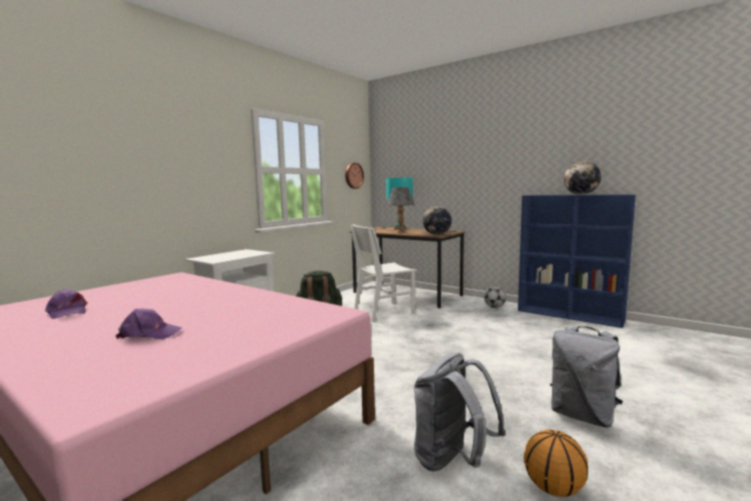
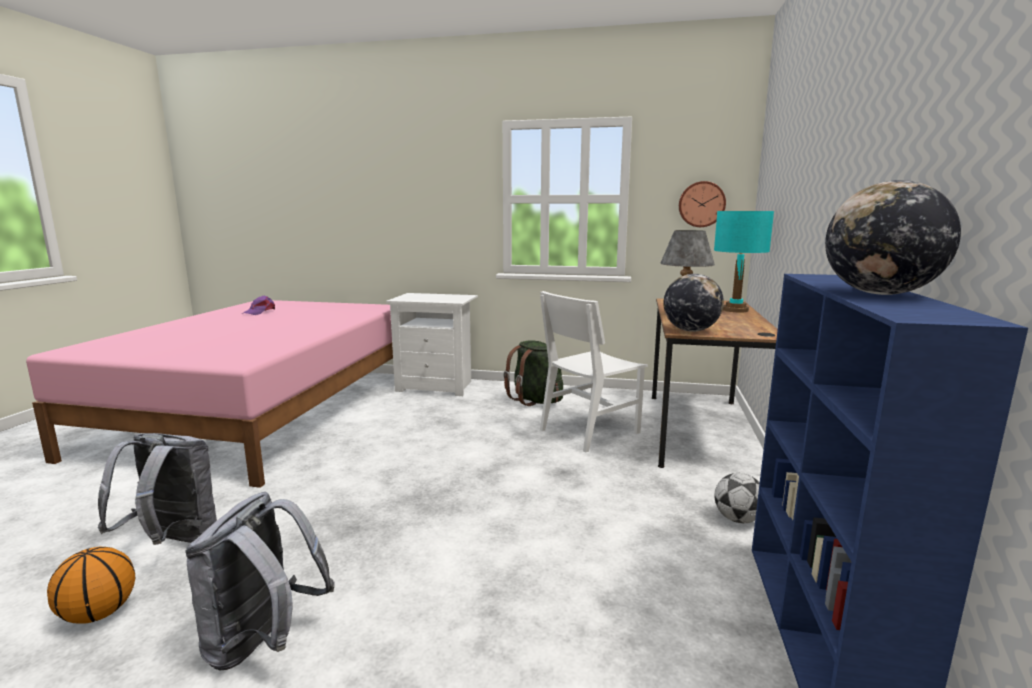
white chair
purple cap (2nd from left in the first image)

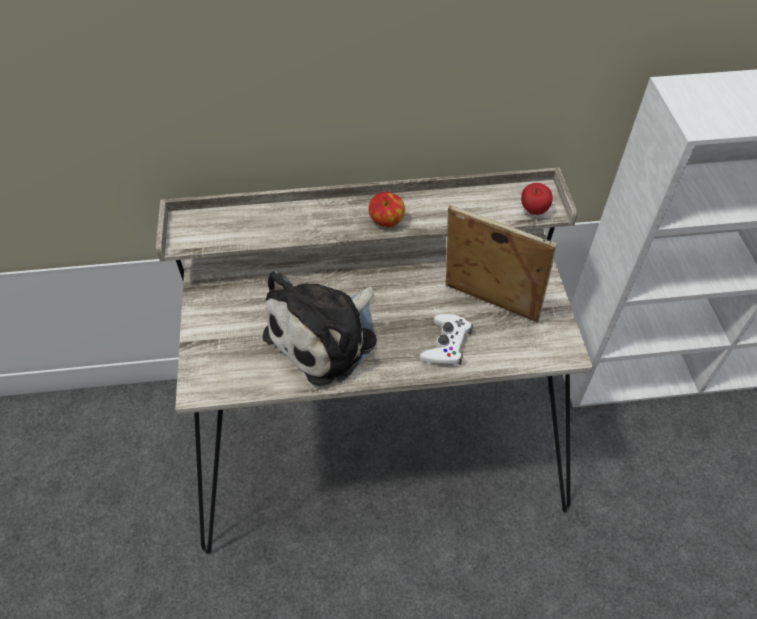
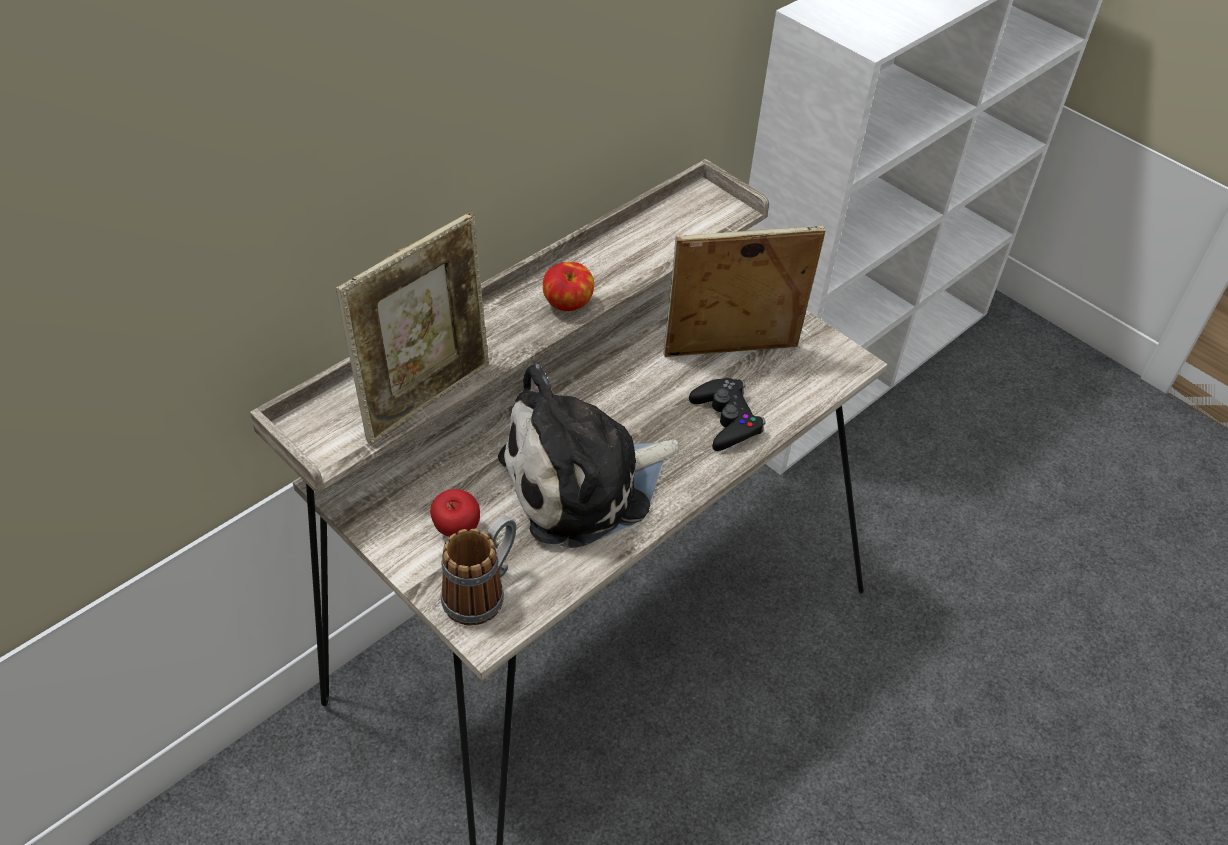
apple (1st from left)
plush toy
black game controller
picture frame (1st from left)
mug

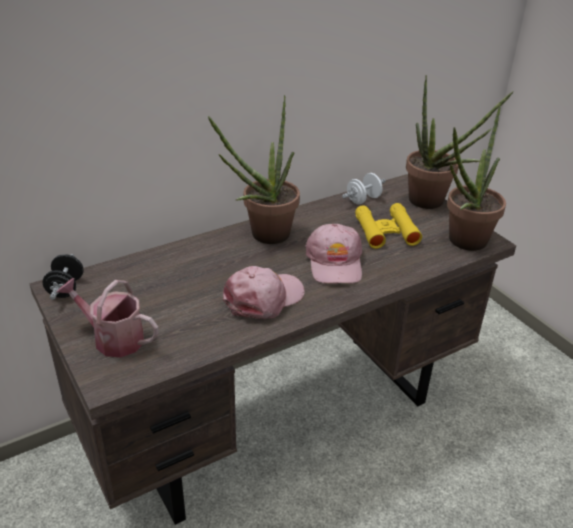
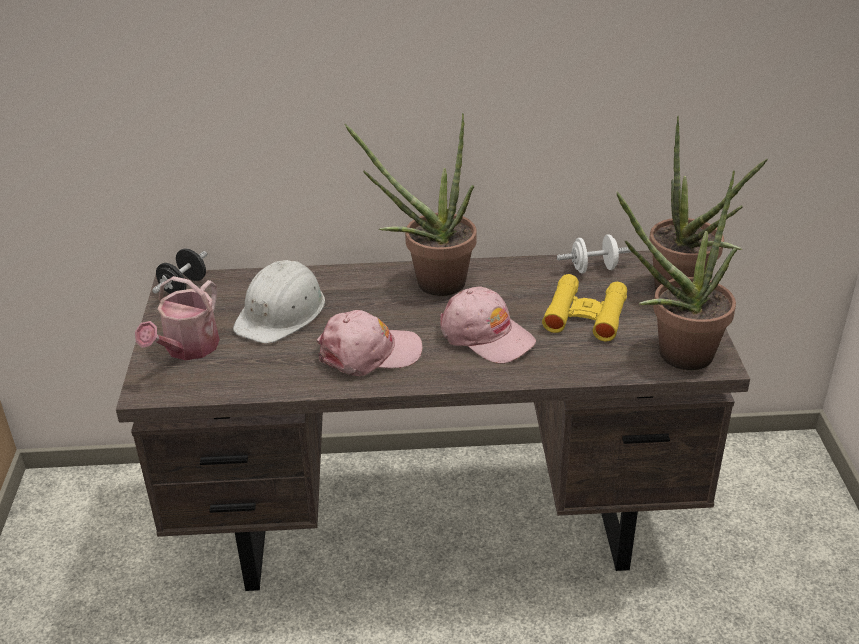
pink cap (2nd from left)
watering can
white hard hat

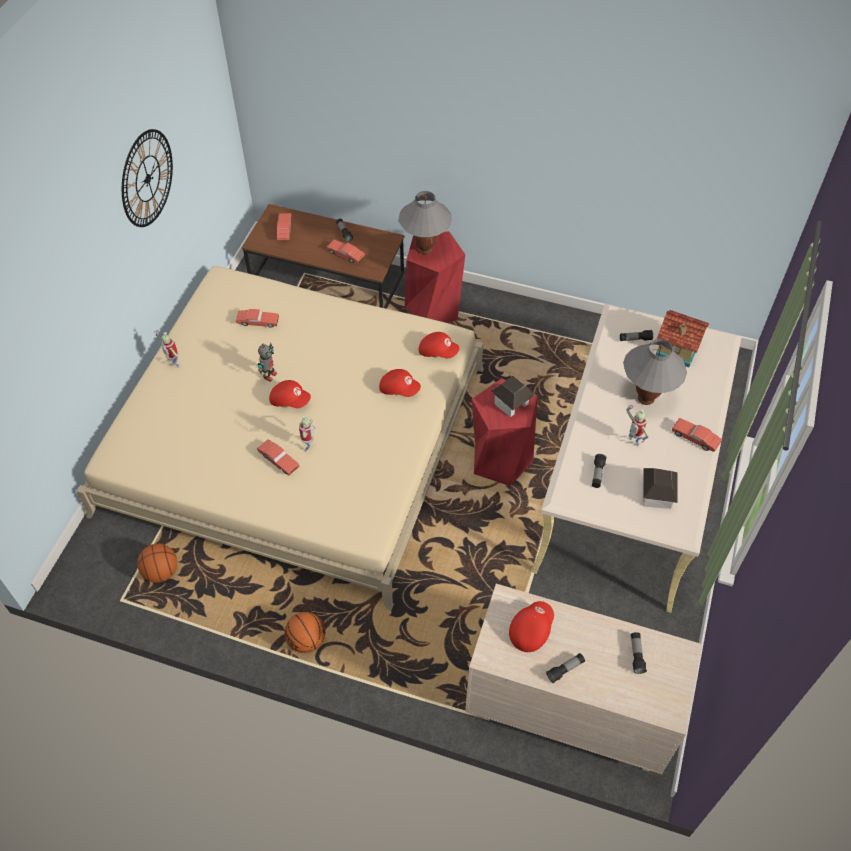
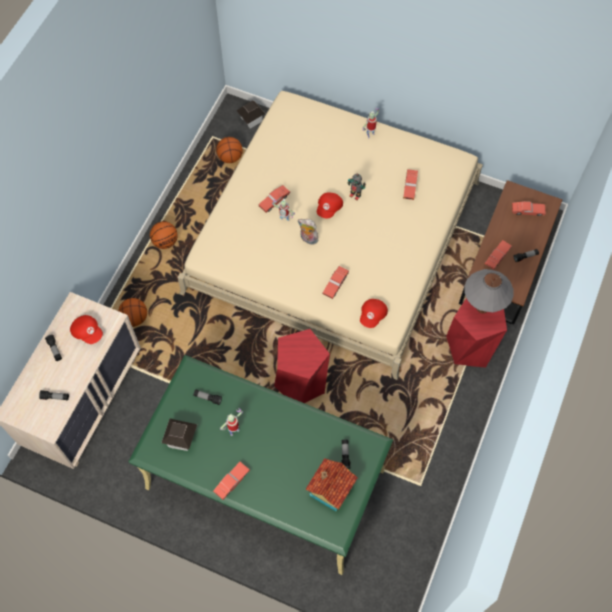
wall clock
green desk
grey table lamp (2nd from left in the first image)
red toy car (3rd from left)
toy house (2nd from left)
plush toy
basketball (1st from left)

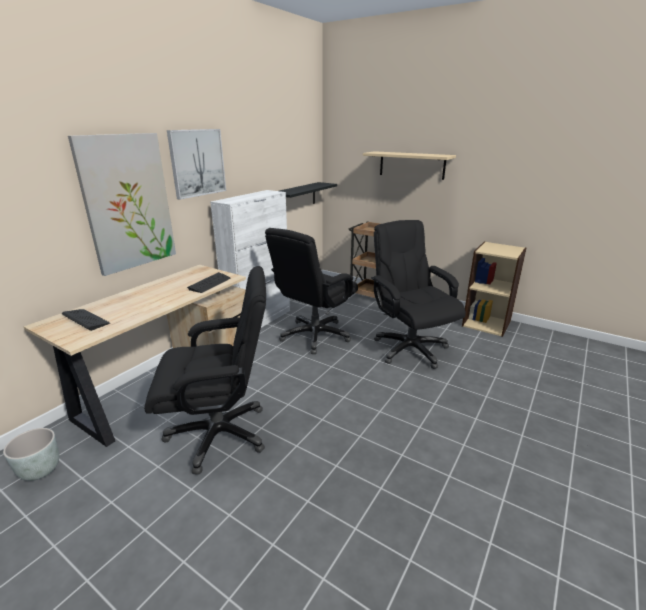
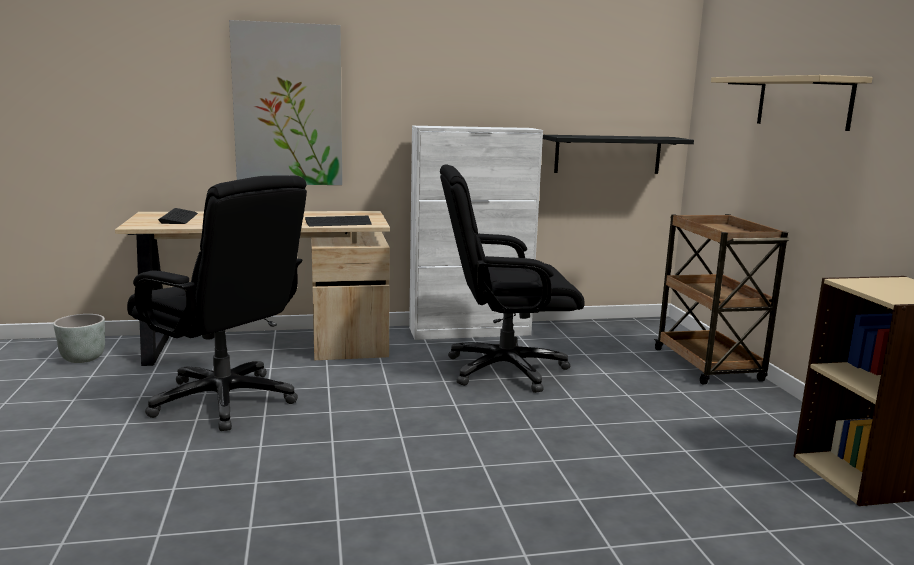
picture (2nd from left in the first image)
black office chair (3rd from left in the first image)

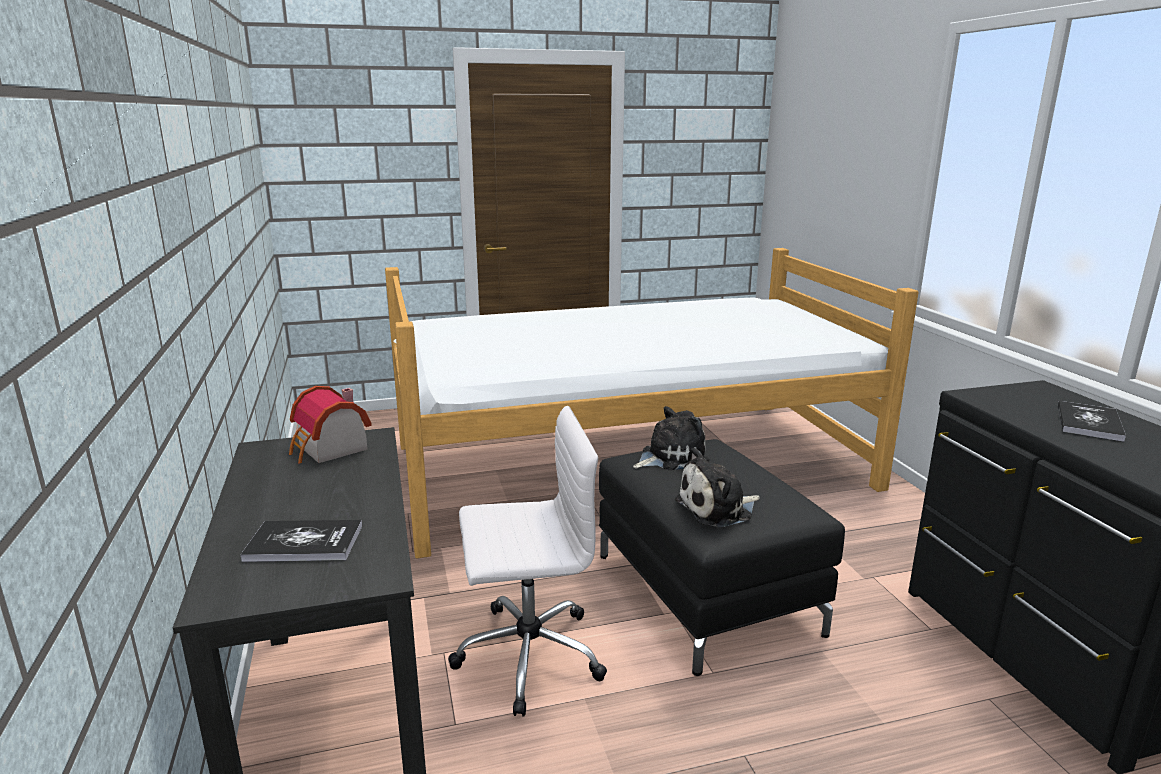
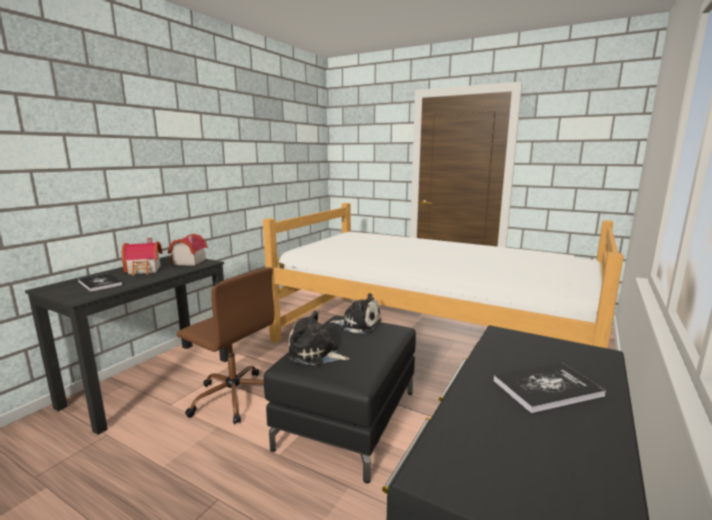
brown office chair
toy house (1st from left)

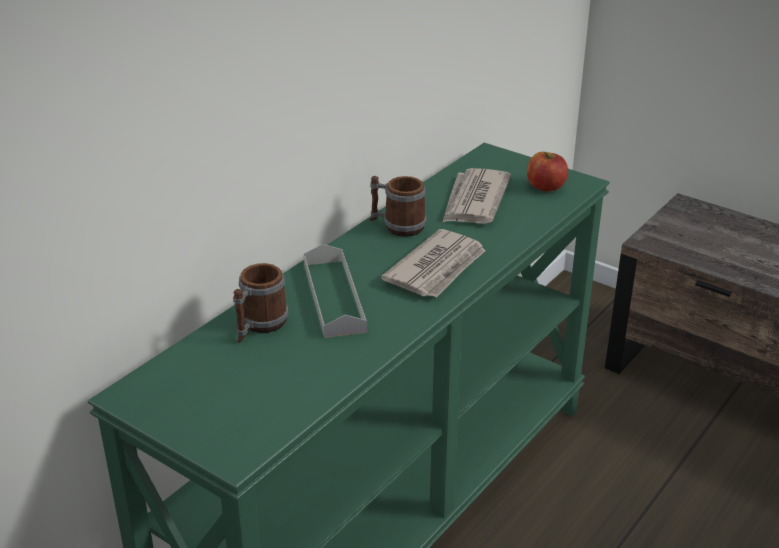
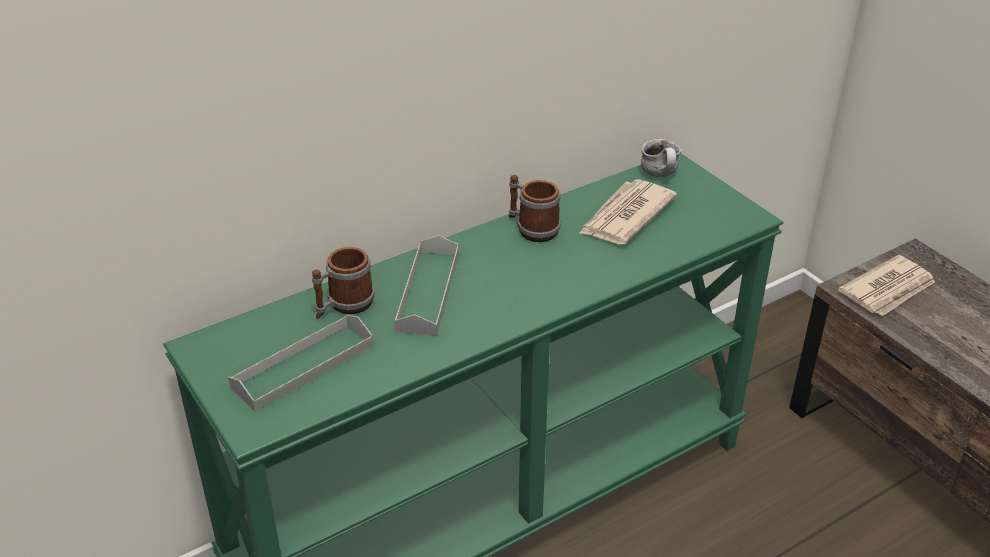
apple
newspaper (2nd from left)
mug (3rd from left)
grey tray (1st from left)

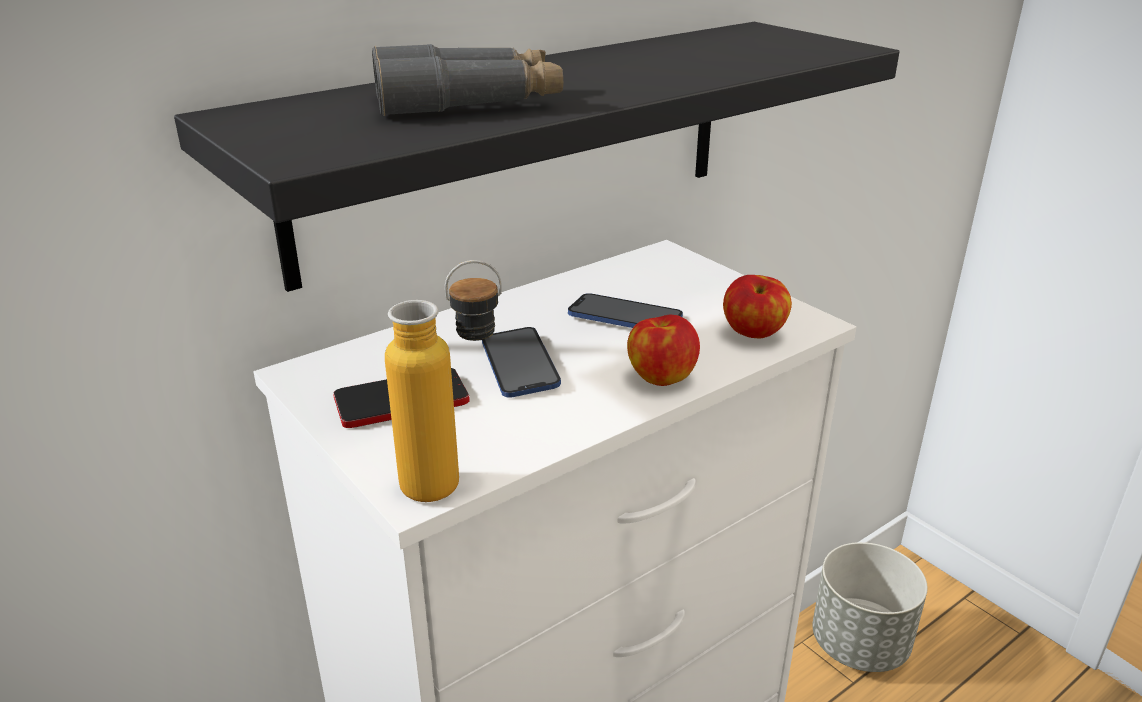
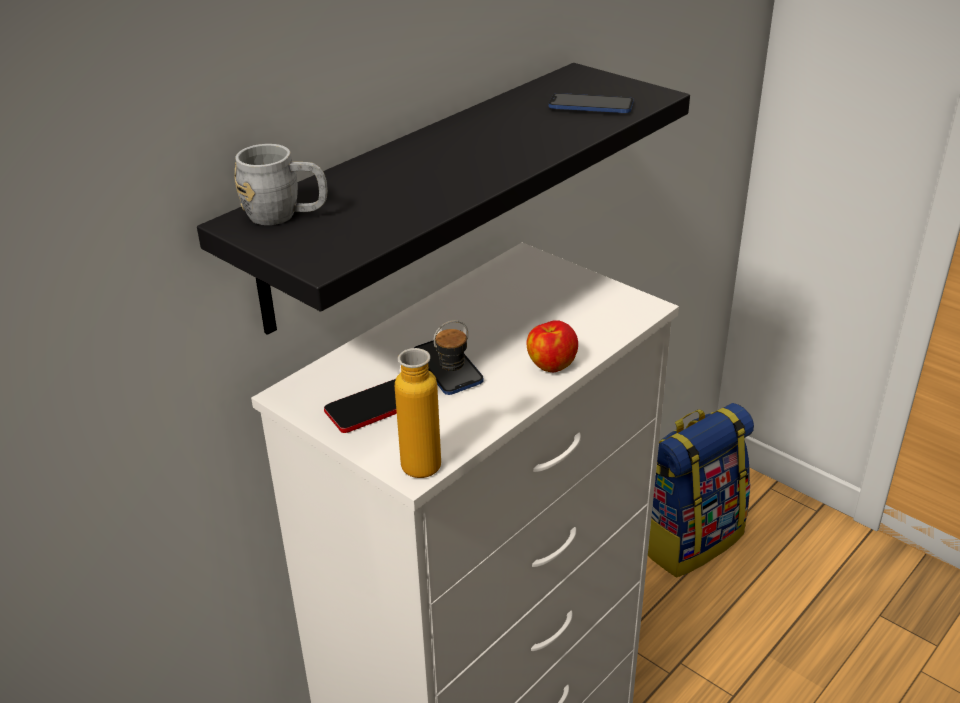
grey binoculars
apple (2nd from left in the first image)
phone (3rd from left)
backpack
grey mug

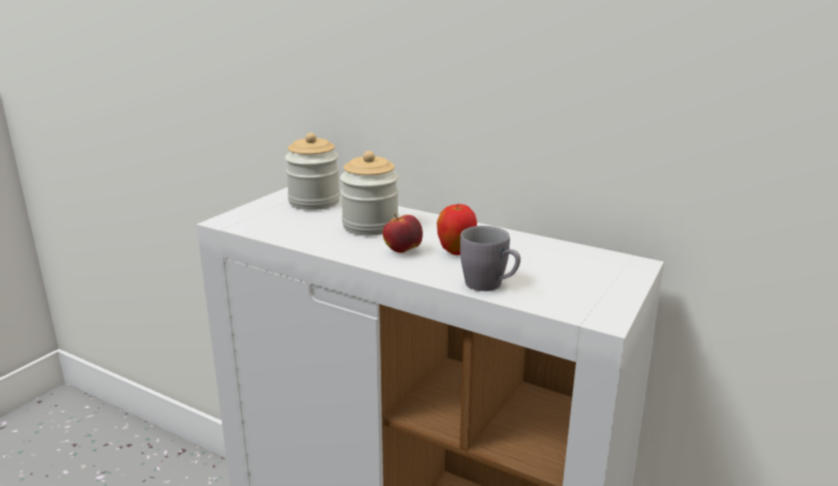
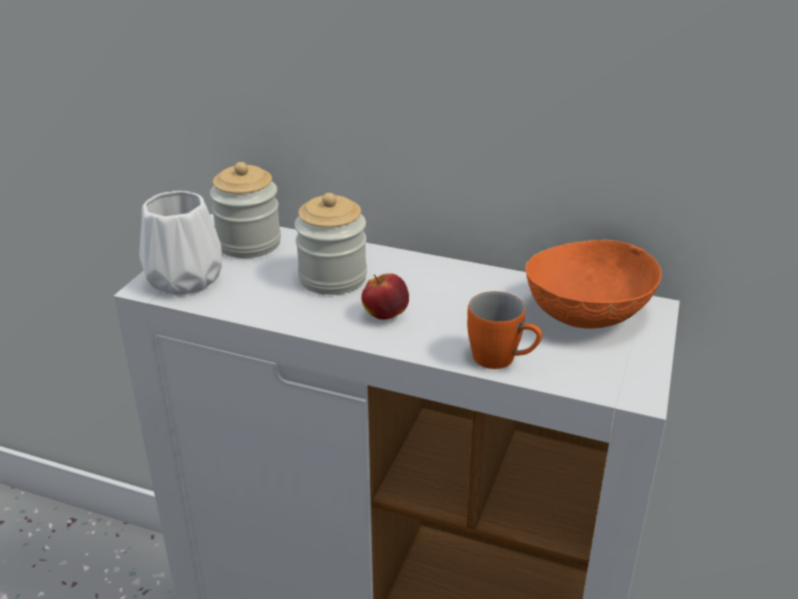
apple (2nd from left in the first image)
orange mug
white vase
orange bowl

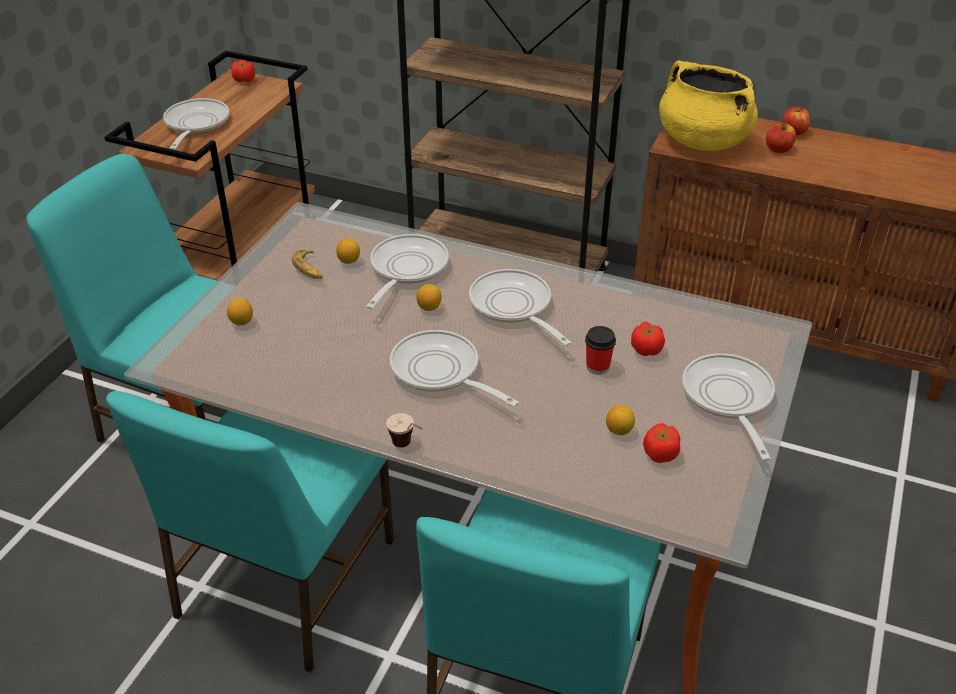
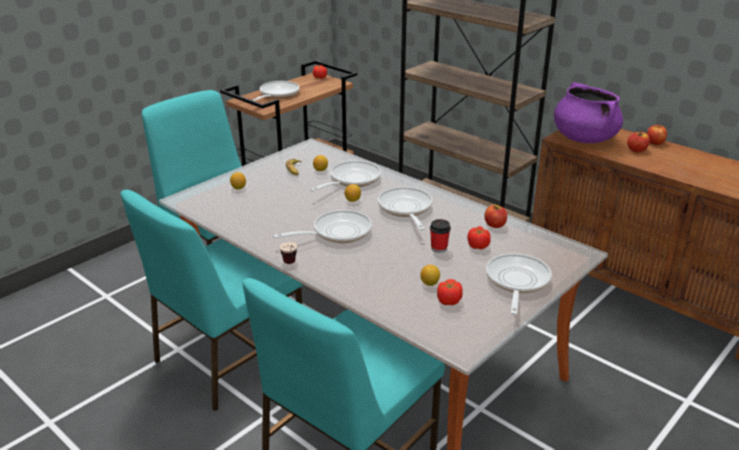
purple cooking pot
frying pan (2nd from left)
apple (1st from left)

